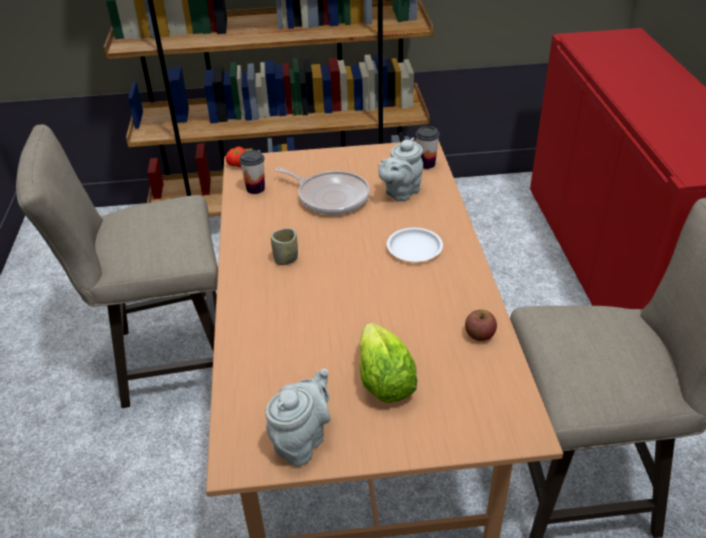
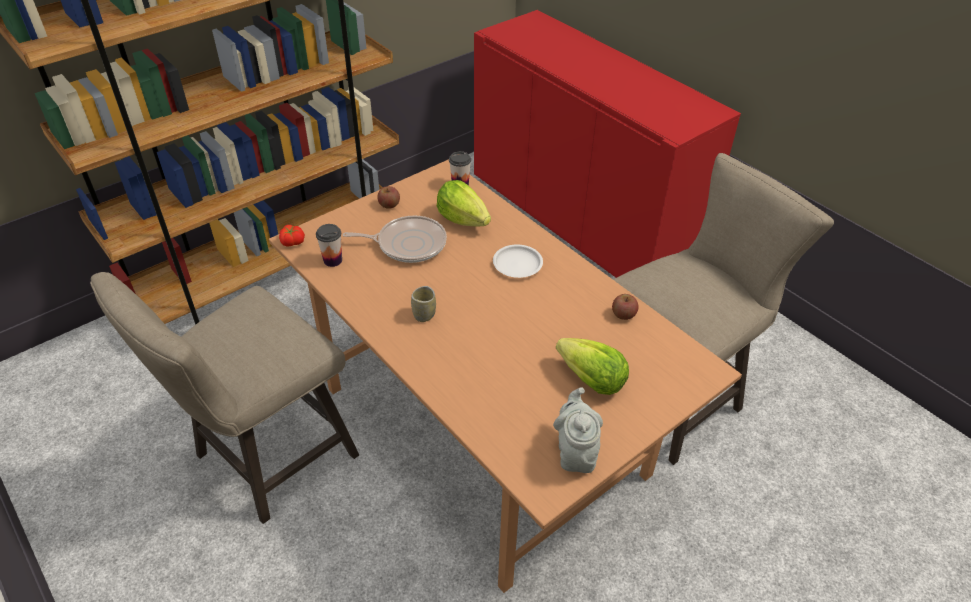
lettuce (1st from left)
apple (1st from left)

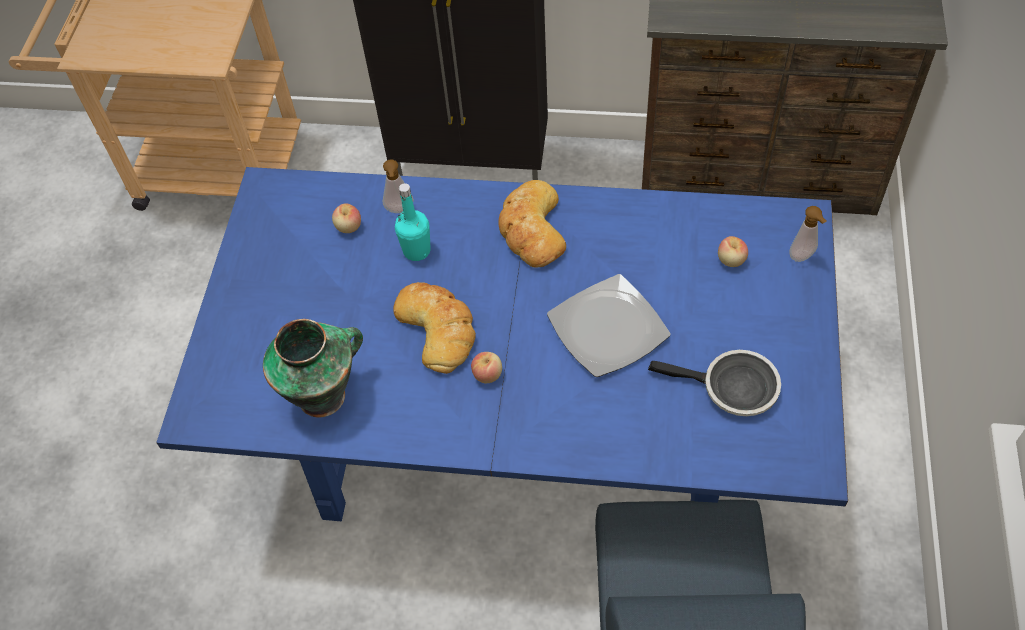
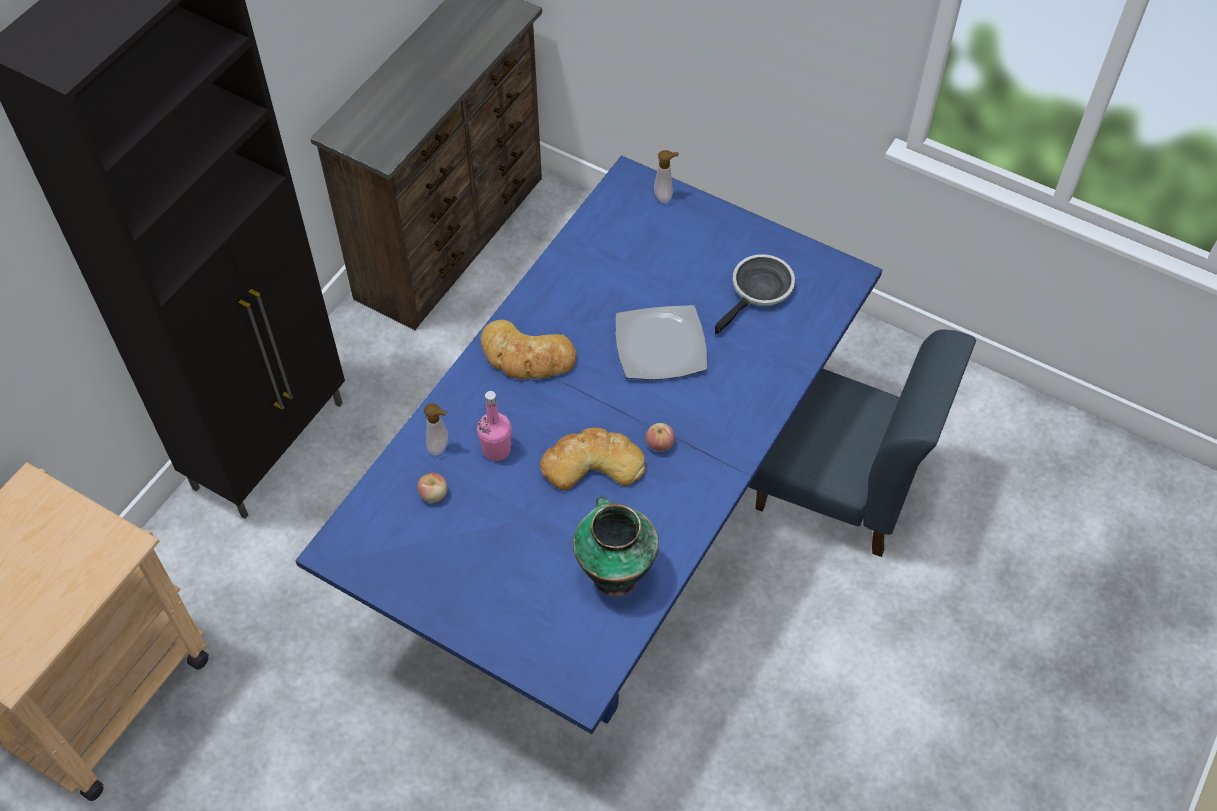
pink bottle
apple (3rd from left in the first image)

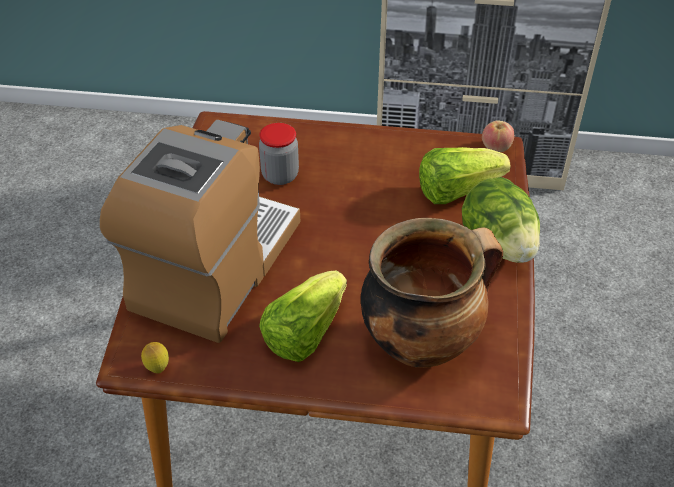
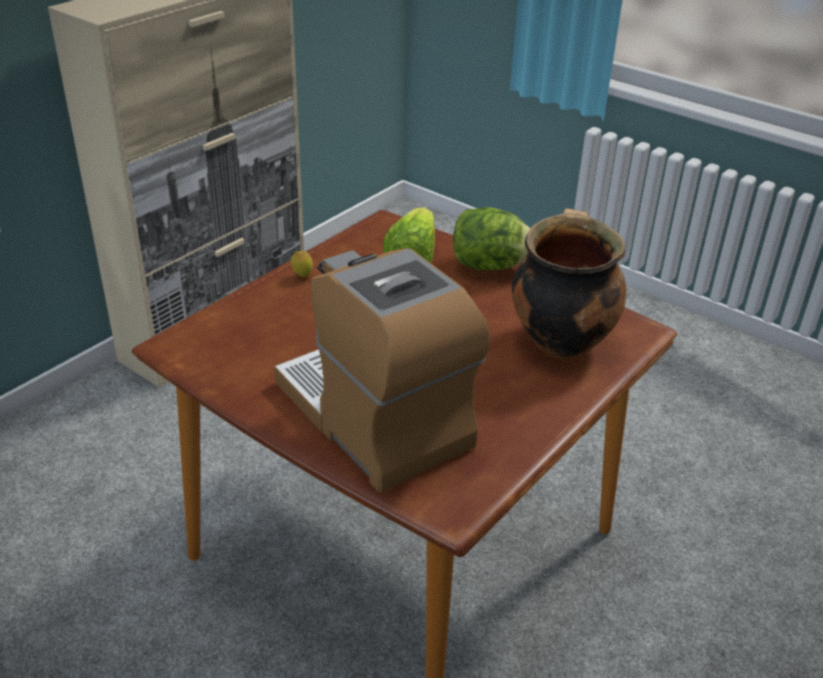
apple
jar
lettuce (1st from left in the first image)
lemon

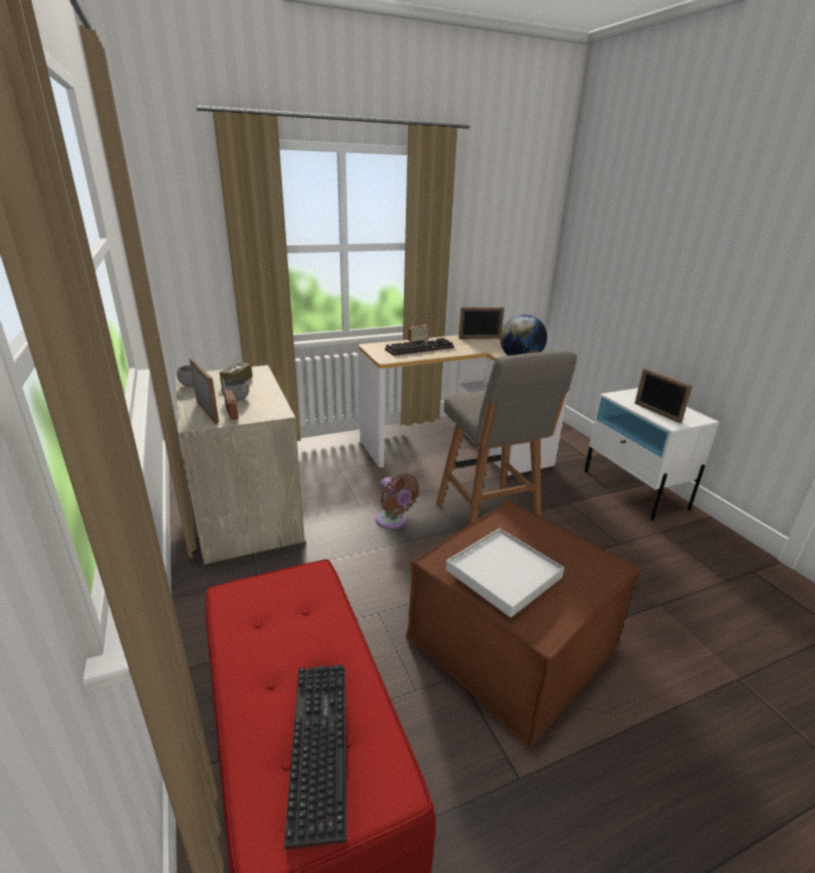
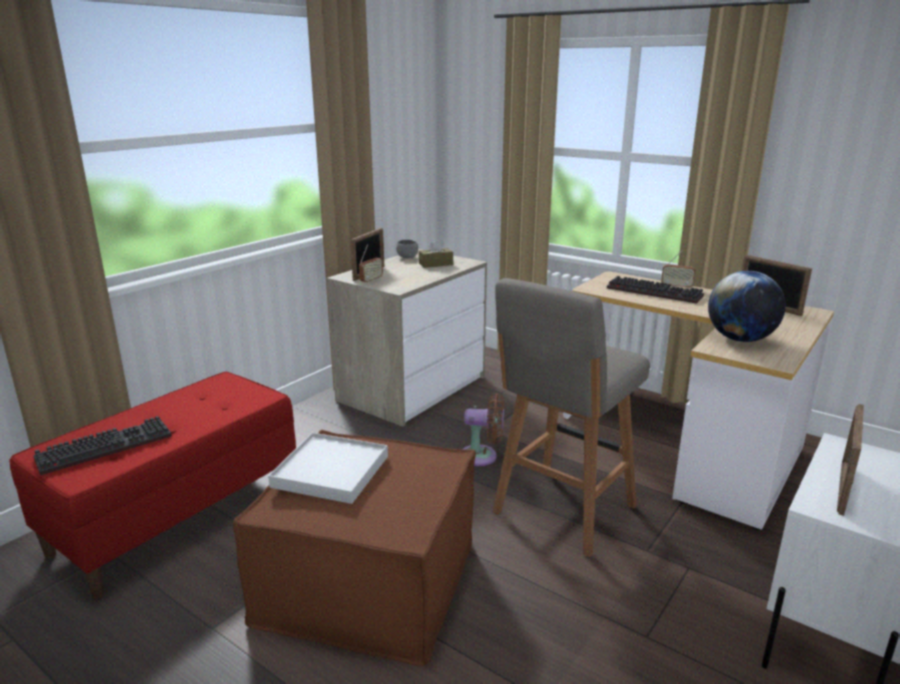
grey bowl (2nd from left in the first image)
brown fan

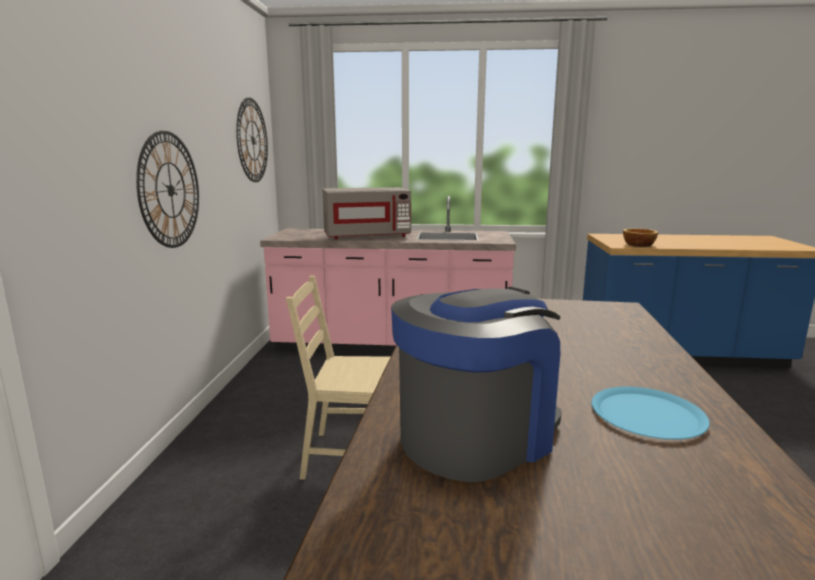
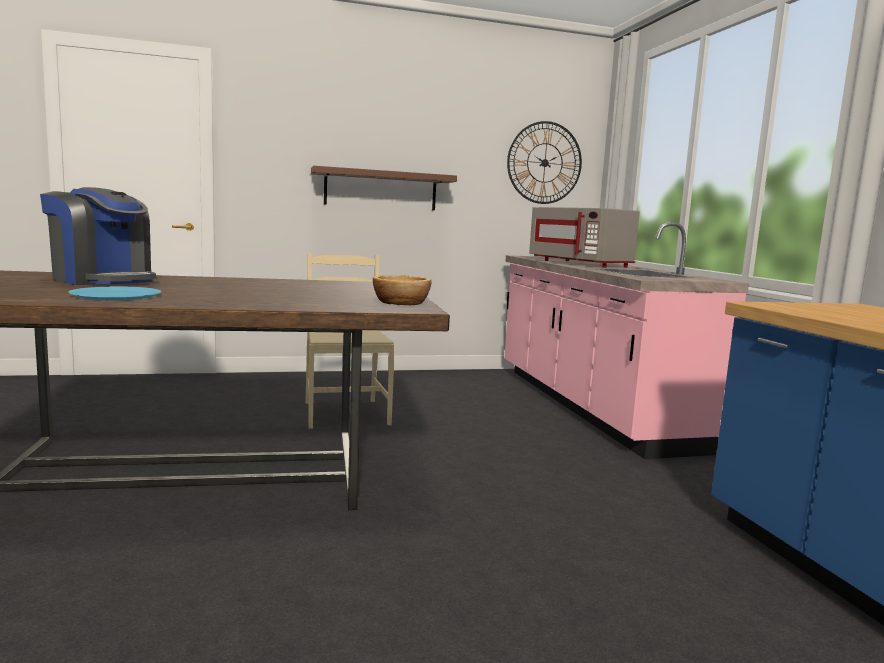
brown shelf
bowl

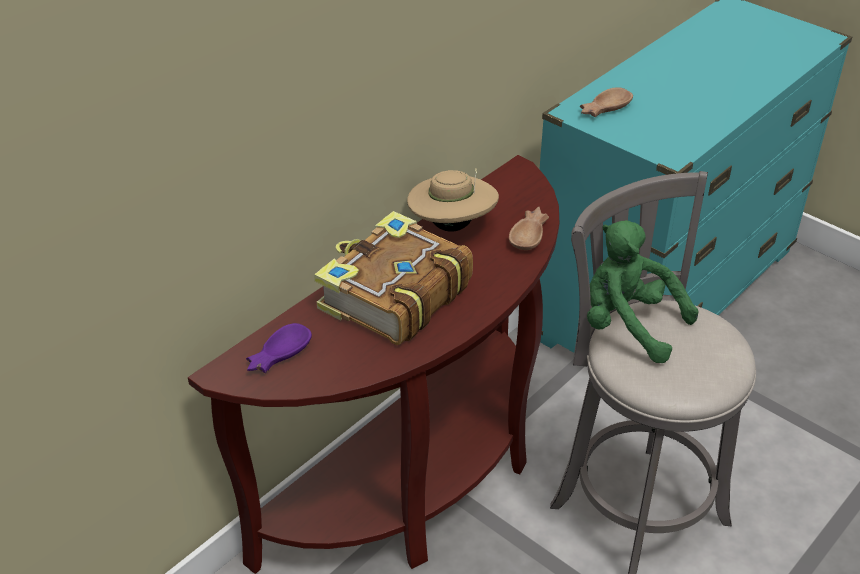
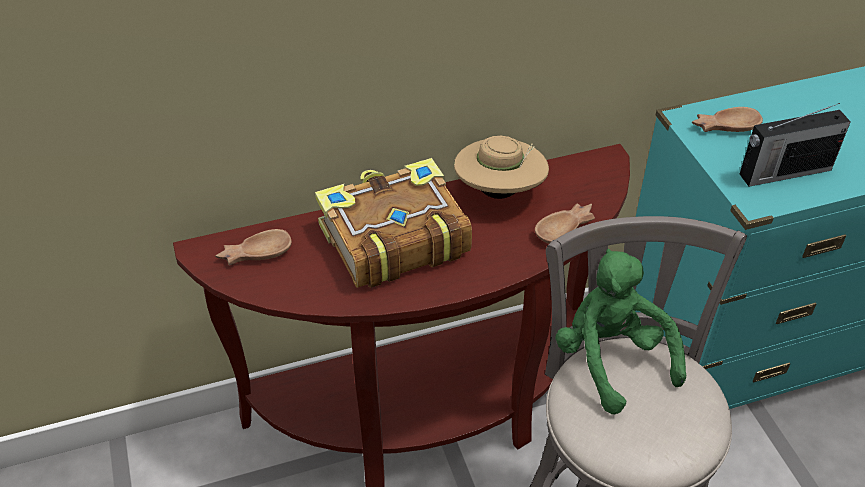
brown bowl (1st from left)
radio

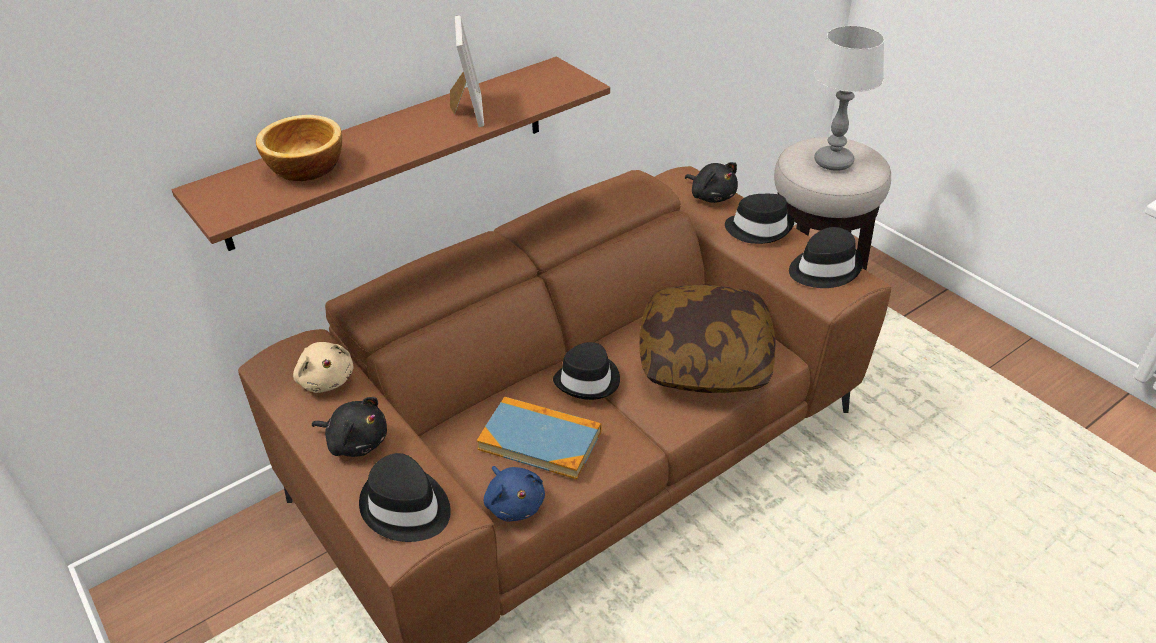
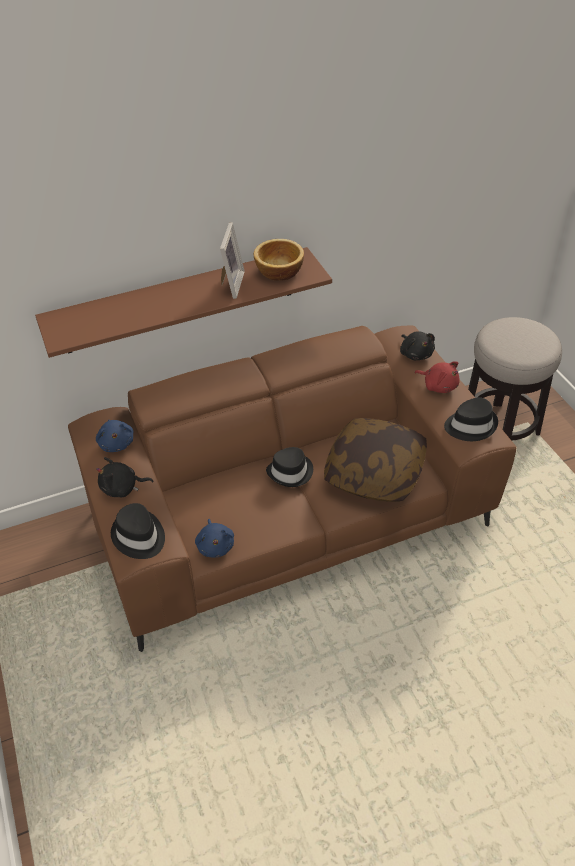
table lamp
bowl
red plush toy
blue plush toy (1st from left)
black plush toy (1st from left)
book

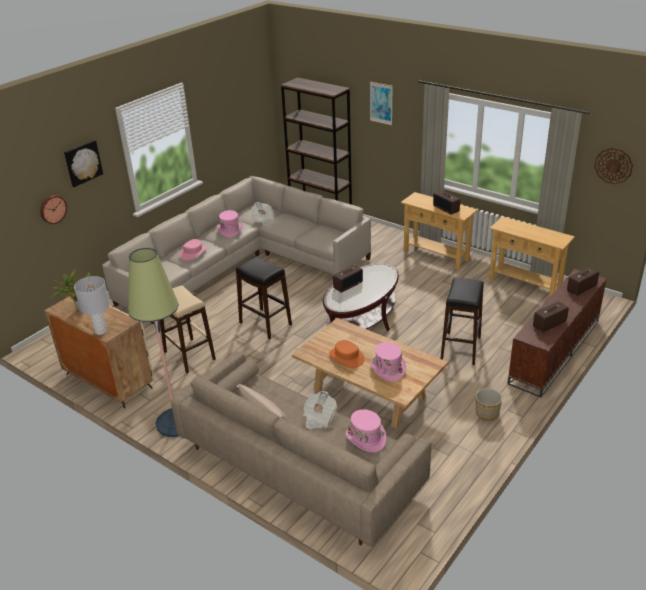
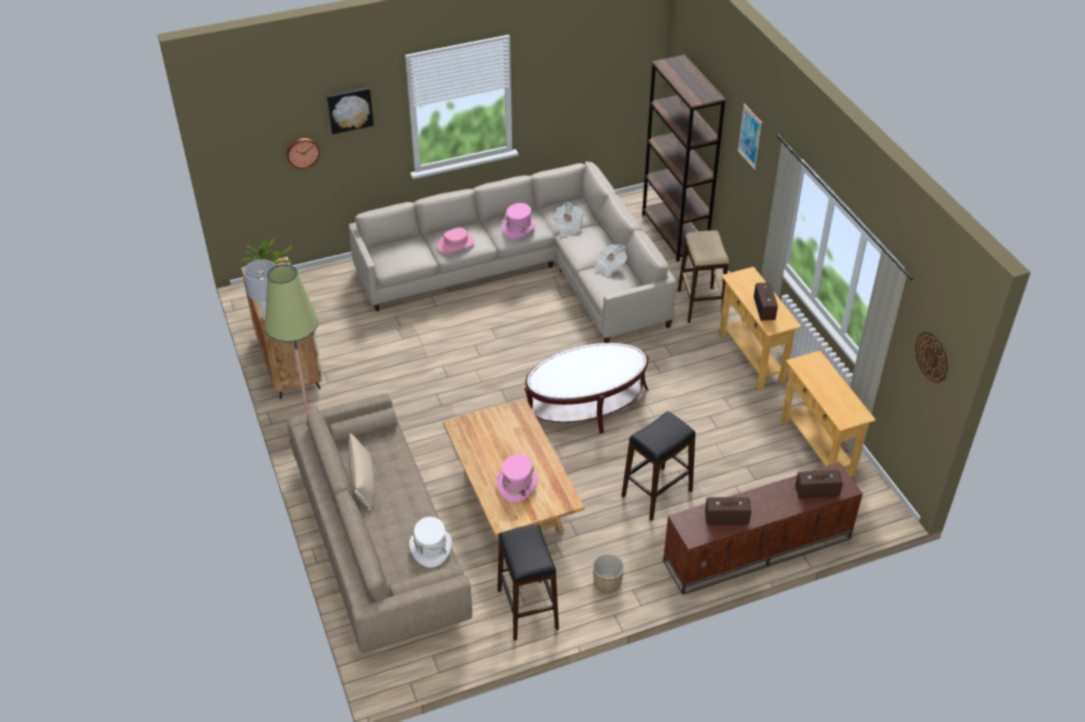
black stool (1st from left)
radio (1st from left in the first image)
beige stool
orange hat
newspaper (2nd from left)
white hat

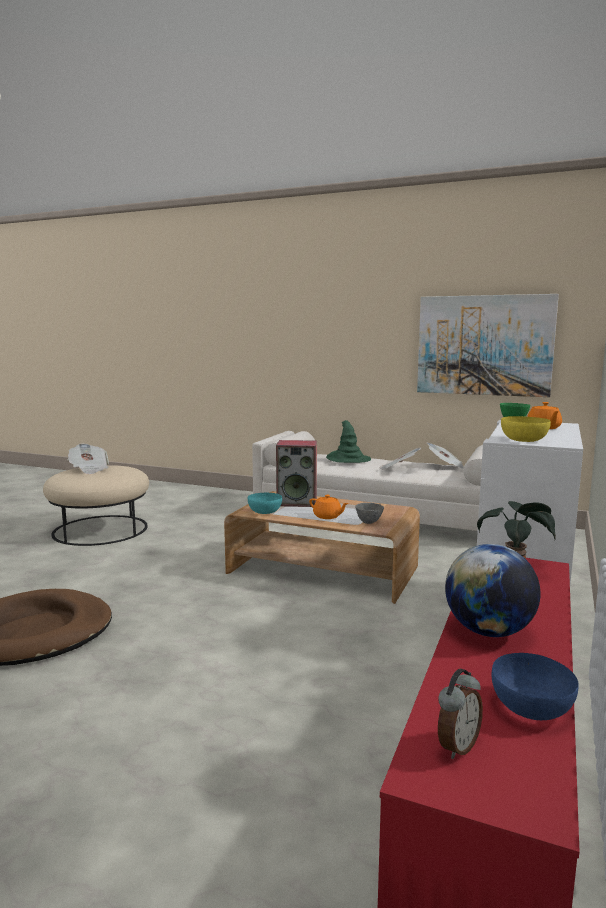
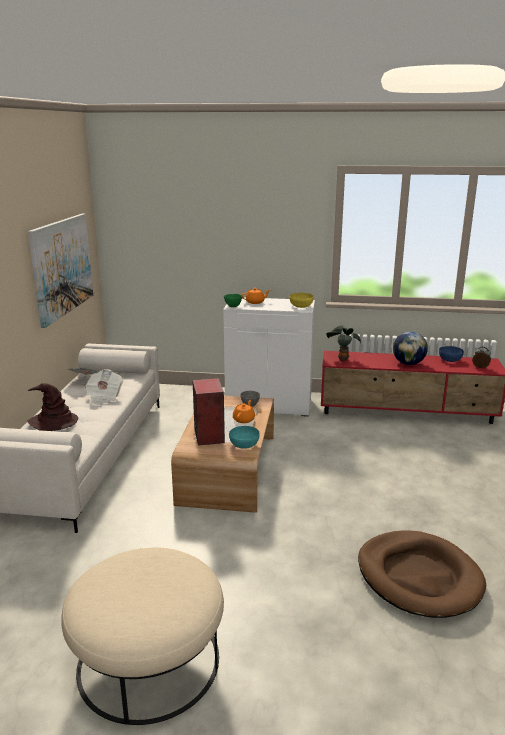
brown hat
newspaper (1st from left in the first image)

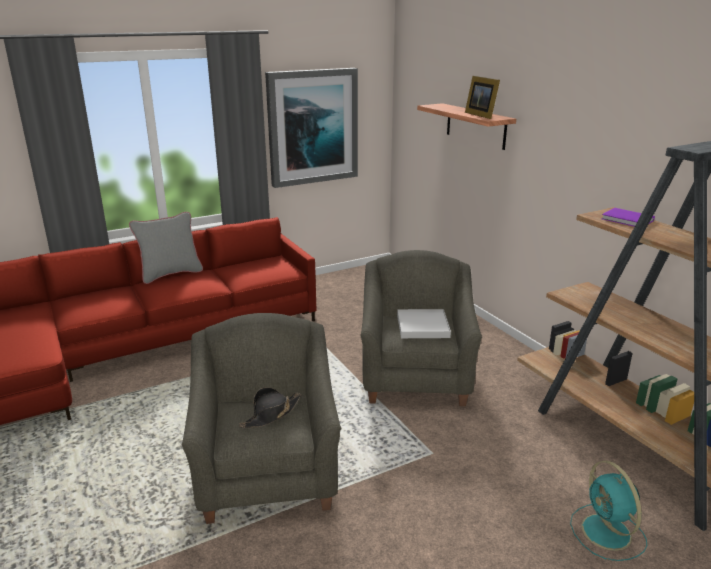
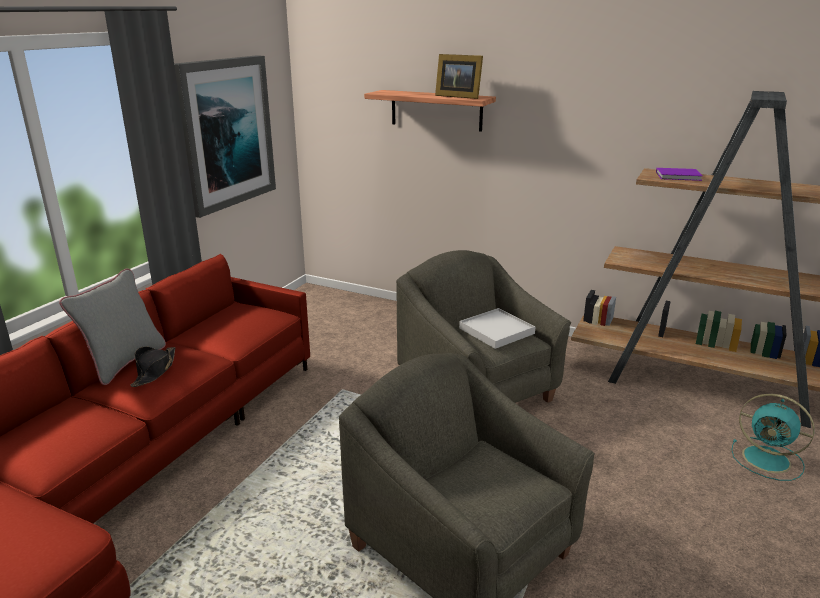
black hat

